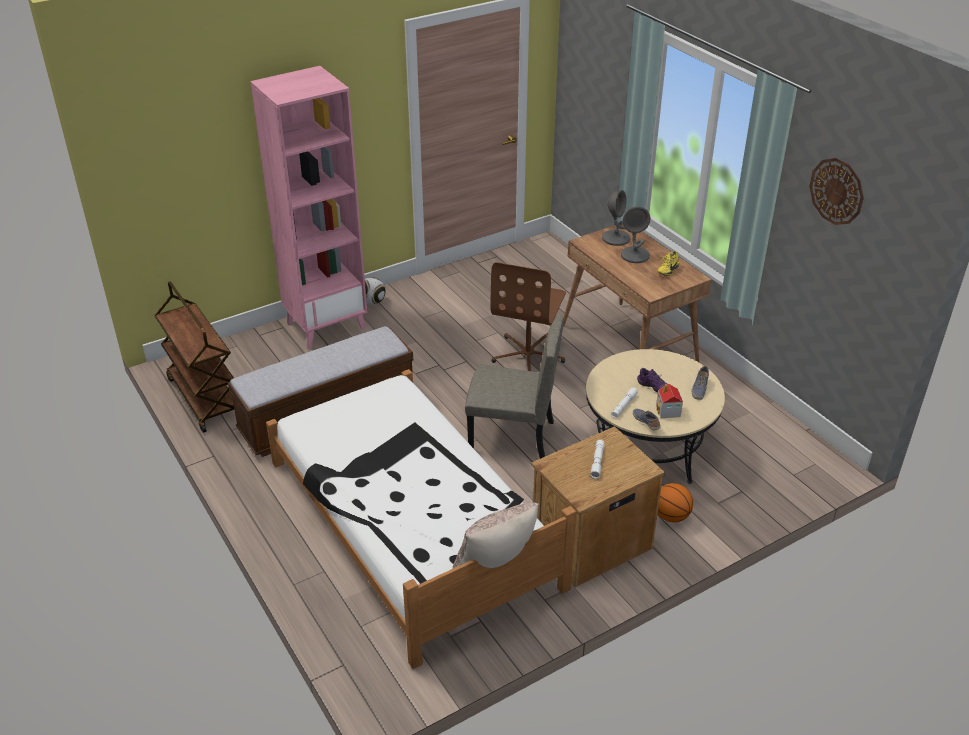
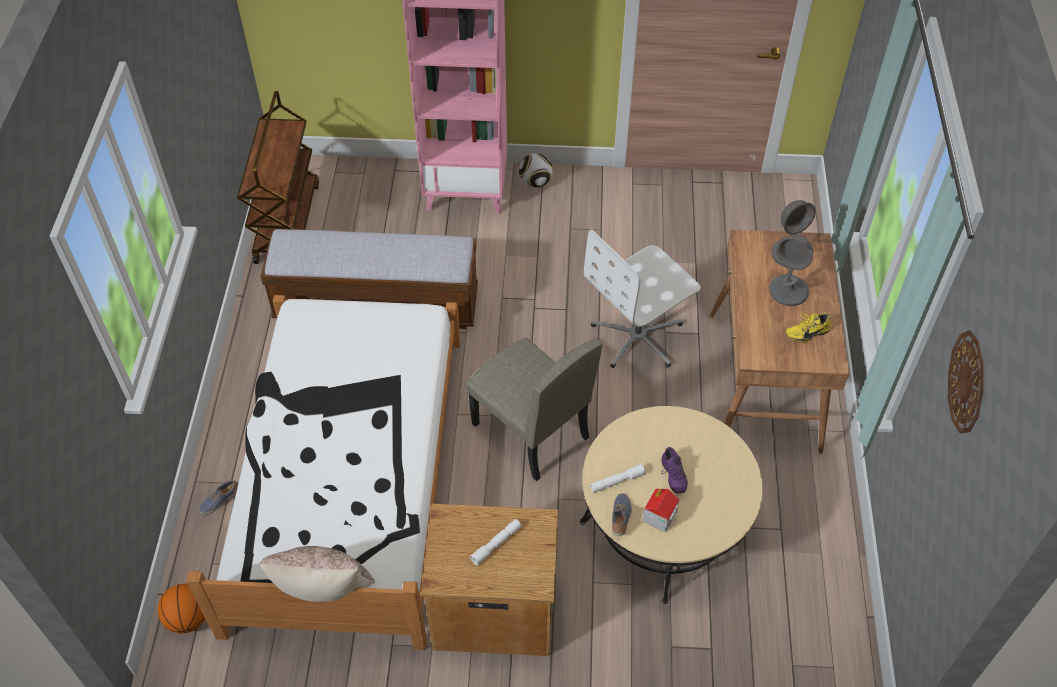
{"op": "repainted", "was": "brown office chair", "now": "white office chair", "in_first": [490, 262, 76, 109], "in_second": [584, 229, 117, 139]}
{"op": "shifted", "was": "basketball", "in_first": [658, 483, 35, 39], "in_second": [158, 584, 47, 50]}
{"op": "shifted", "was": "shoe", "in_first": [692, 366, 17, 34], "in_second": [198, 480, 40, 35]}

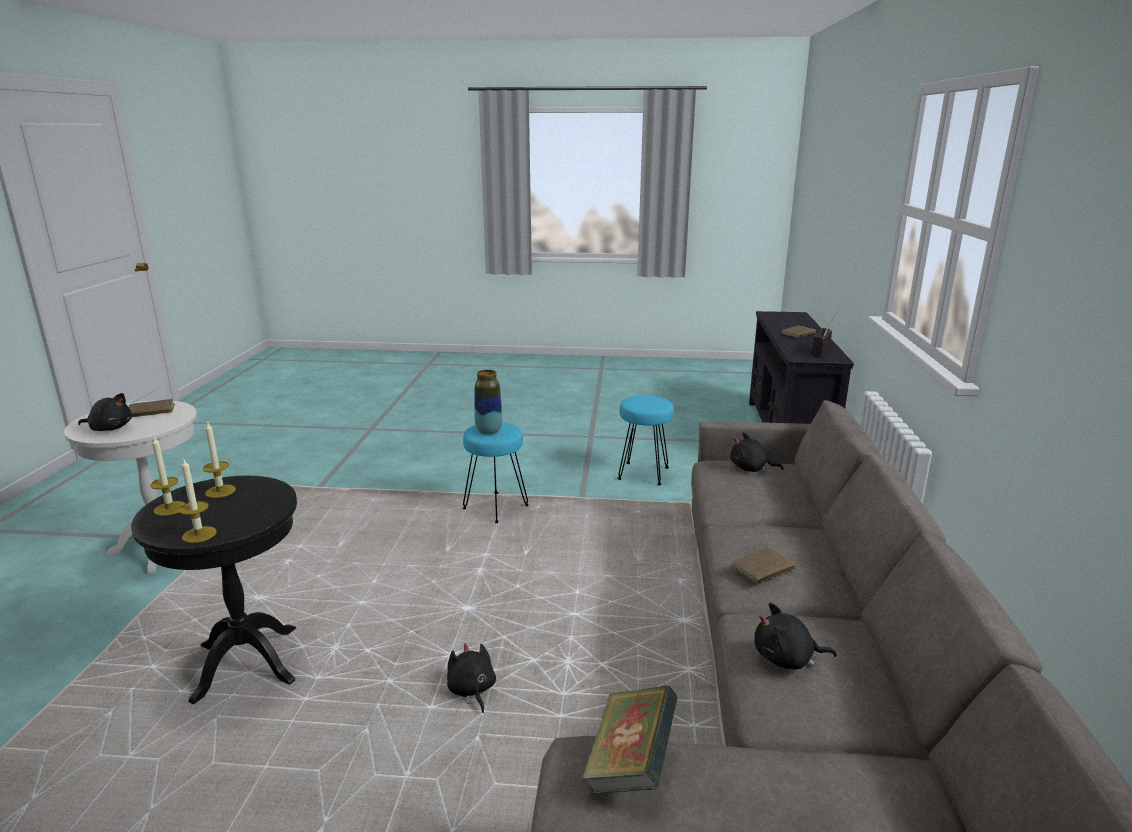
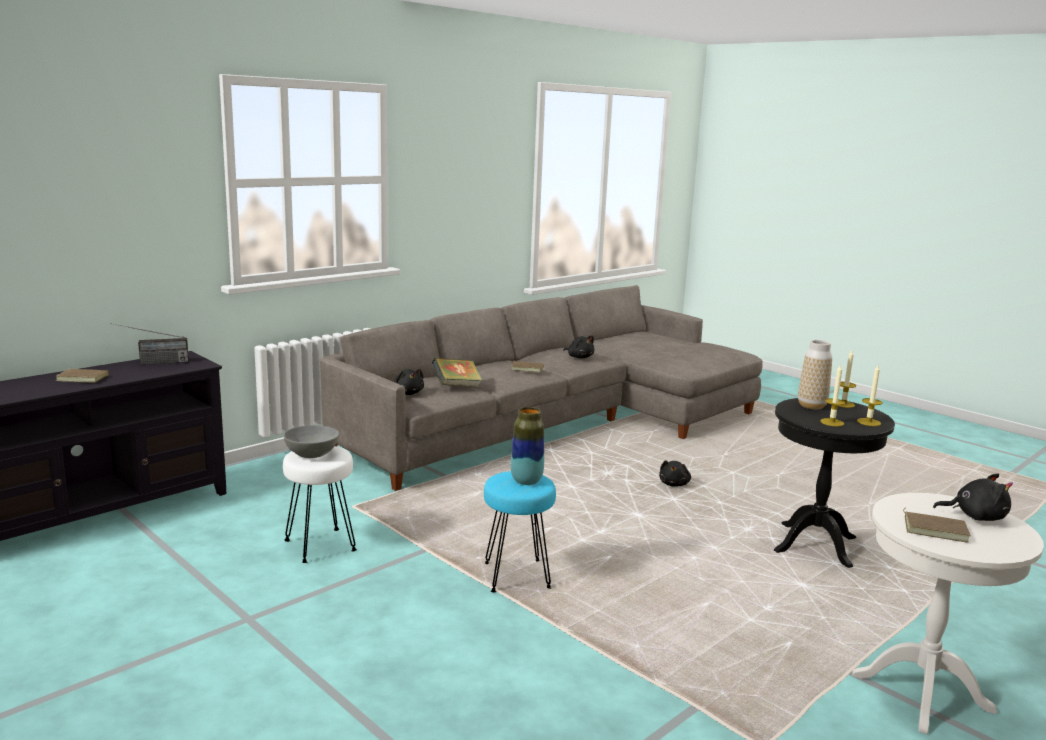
{"op": "rotated", "was": "black plush toy", "in_first": [78, 393, 54, 38], "in_second": [933, 474, 80, 47], "clockwise": 150}
{"op": "shifted", "was": "book", "in_first": [582, 685, 95, 109], "in_second": [432, 358, 51, 29]}
{"op": "repainted", "was": "turquoise stool", "now": "white stool", "in_first": [617, 395, 57, 90], "in_second": [283, 446, 74, 117]}
{"op": "new", "now": "grey bowl", "in_second": [284, 425, 55, 33]}
{"op": "new", "now": "vase", "in_second": [798, 340, 34, 69]}

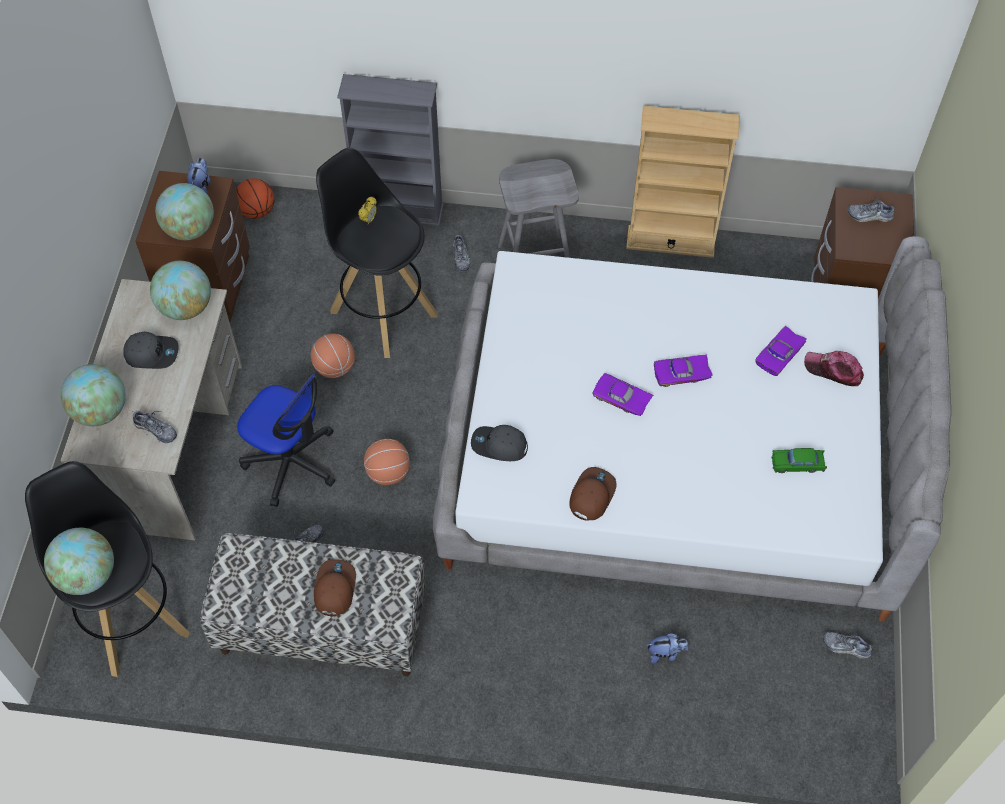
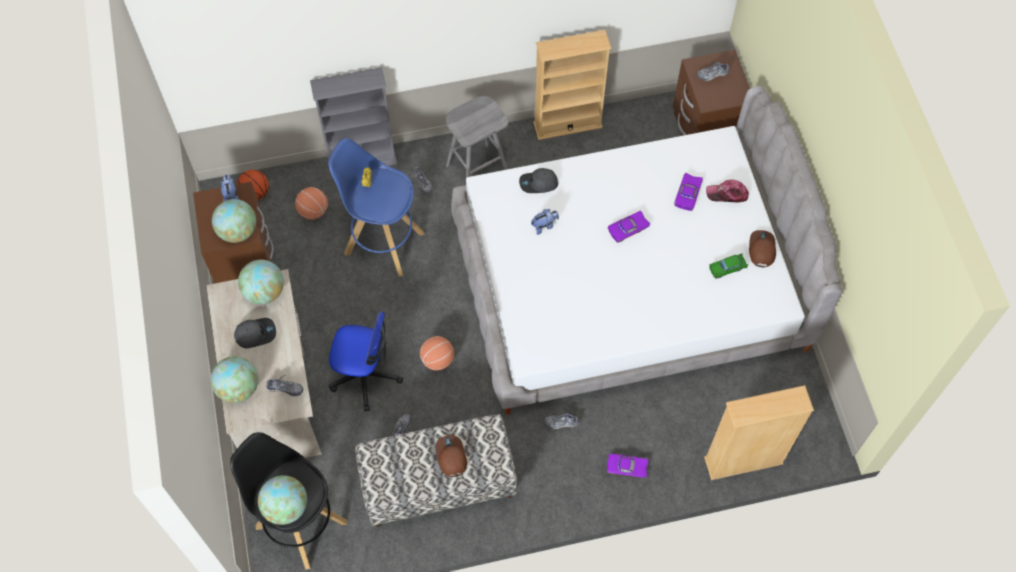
{"op": "shifted", "was": "basketball", "in_first": [311, 334, 44, 44], "in_second": [295, 187, 33, 33]}
{"op": "repainted", "was": "black stool", "now": "blue stool", "in_first": [316, 148, 122, 210], "in_second": [328, 138, 97, 139]}
{"op": "shifted", "was": "grey cap", "in_first": [471, 425, 57, 36], "in_second": [519, 168, 39, 25]}
{"op": "shifted", "was": "brown cap", "in_first": [570, 467, 47, 54], "in_second": [749, 230, 27, 37]}
{"op": "shifted", "was": "purple toy car", "in_first": [593, 373, 60, 43], "in_second": [607, 453, 42, 25]}
{"op": "shifted", "was": "plush toy", "in_first": [647, 633, 42, 31], "in_second": [531, 209, 28, 26]}
{"op": "shifted", "was": "shoe", "in_first": [823, 630, 51, 29], "in_second": [544, 411, 35, 18]}
{"op": "new", "now": "beige bookcase", "in_second": [704, 385, 110, 95]}

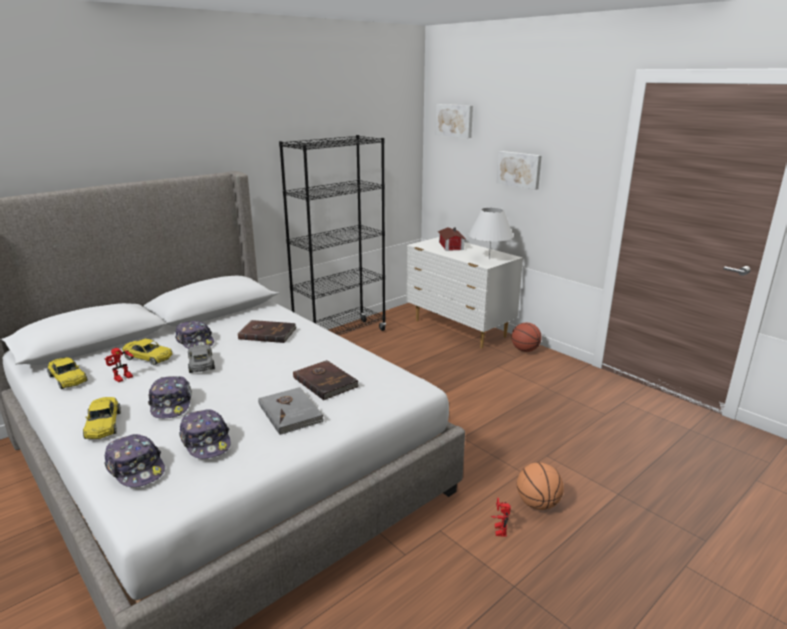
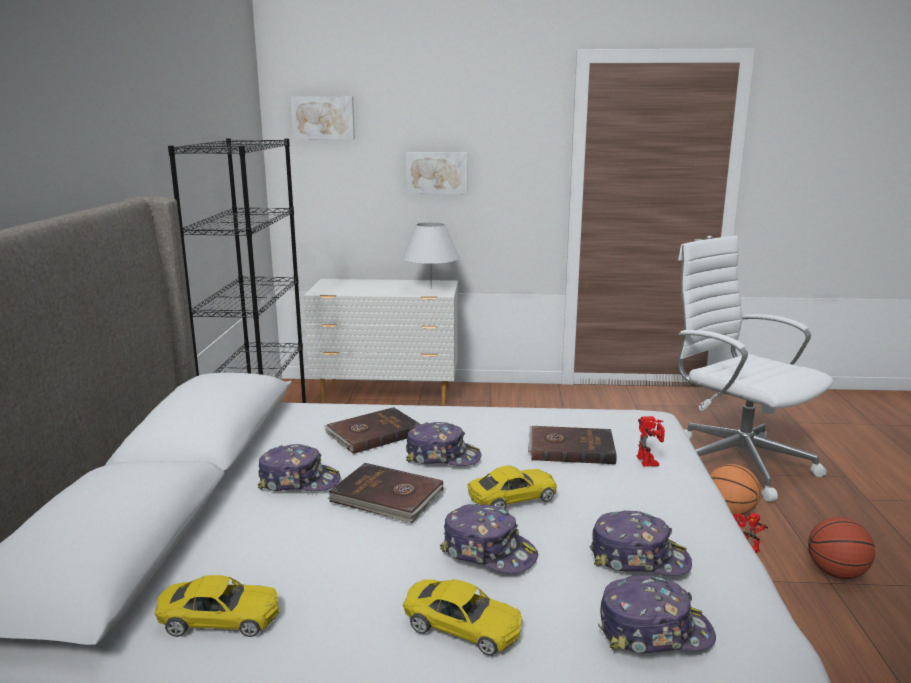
{"op": "shifted", "was": "toy robot", "in_first": [104, 348, 29, 34], "in_second": [637, 416, 28, 51]}
{"op": "shifted", "was": "yellow toy car", "in_first": [122, 339, 50, 26], "in_second": [467, 465, 90, 45]}
{"op": "swapped", "was": "grey toy car", "now": "brown book", "in_first": [188, 345, 27, 28], "in_second": [328, 463, 115, 60]}
{"op": "gone", "was": "grey book", "in_first": [258, 387, 66, 48]}
{"op": "gone", "was": "toy house", "in_first": [438, 227, 28, 24]}
{"op": "shifted", "was": "basketball", "in_first": [512, 323, 30, 29], "in_second": [808, 517, 67, 62]}
{"op": "new", "now": "cap", "in_second": [406, 422, 75, 44]}
{"op": "new", "now": "white office chair", "in_second": [678, 236, 155, 265]}

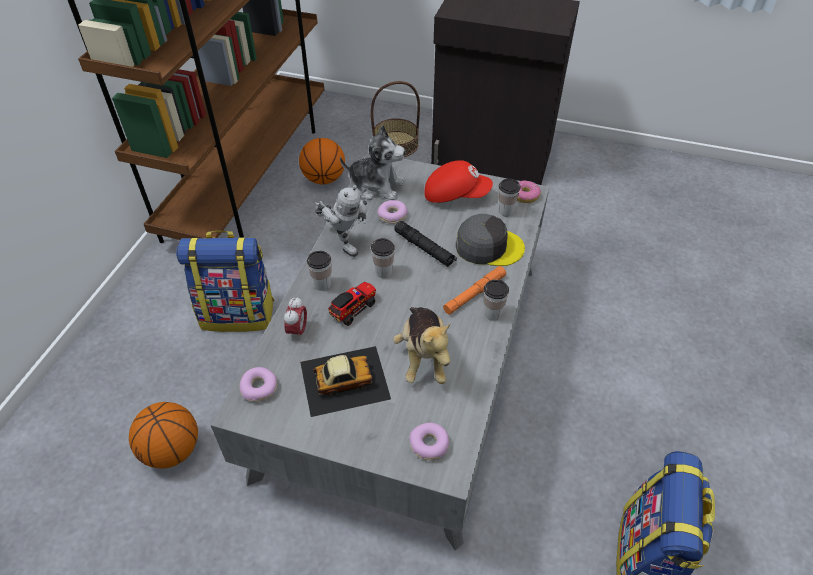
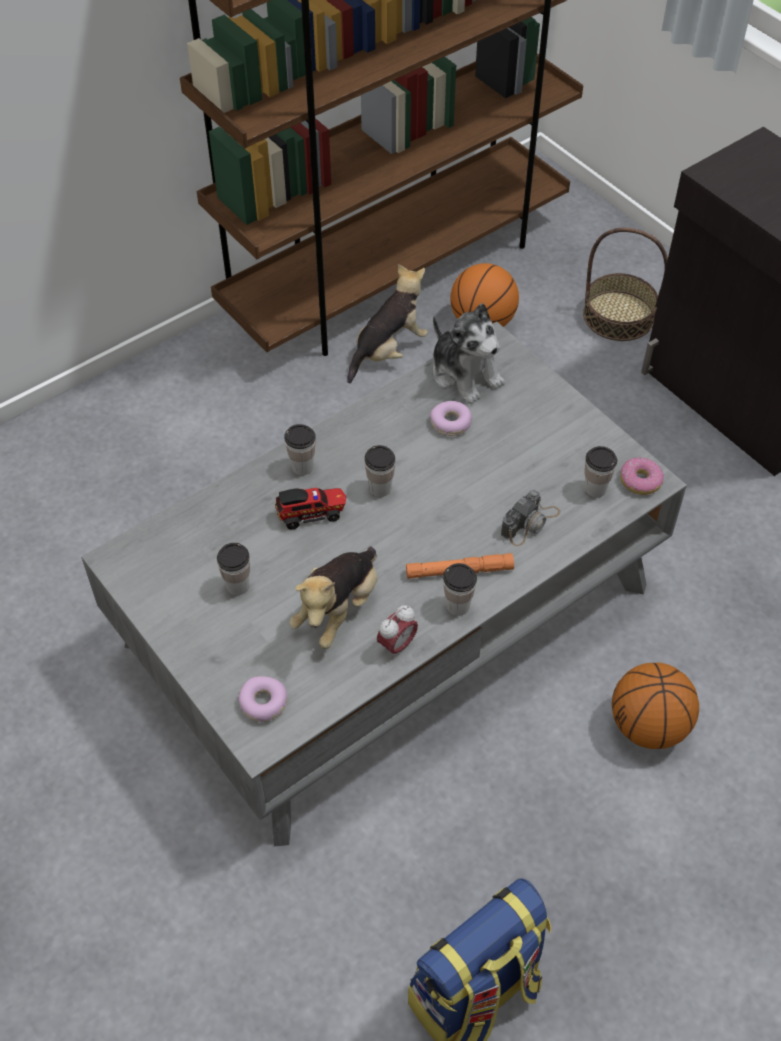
{"op": "shifted", "was": "basketball", "in_first": [129, 402, 69, 67], "in_second": [612, 662, 87, 87]}
{"op": "gone", "was": "backpack", "in_first": [176, 231, 98, 101]}
{"op": "gone", "was": "donut", "in_first": [240, 367, 37, 34]}
{"op": "shifted", "was": "alarm clock", "in_first": [284, 296, 23, 44], "in_second": [377, 605, 41, 54]}
{"op": "swapped", "was": "toy car", "now": "cup", "in_first": [300, 346, 91, 71], "in_second": [217, 543, 33, 53]}
{"op": "gone", "was": "toy robot", "in_first": [315, 185, 52, 72]}
{"op": "gone", "was": "black flashlight", "in_first": [394, 221, 63, 46]}
{"op": "gone", "was": "red cap", "in_first": [424, 160, 69, 43]}
{"op": "swapped", "was": "grey cap", "now": "photo camera", "in_first": [456, 214, 69, 52], "in_second": [501, 490, 59, 56]}
{"op": "new", "now": "plush toy", "in_second": [347, 264, 81, 120]}

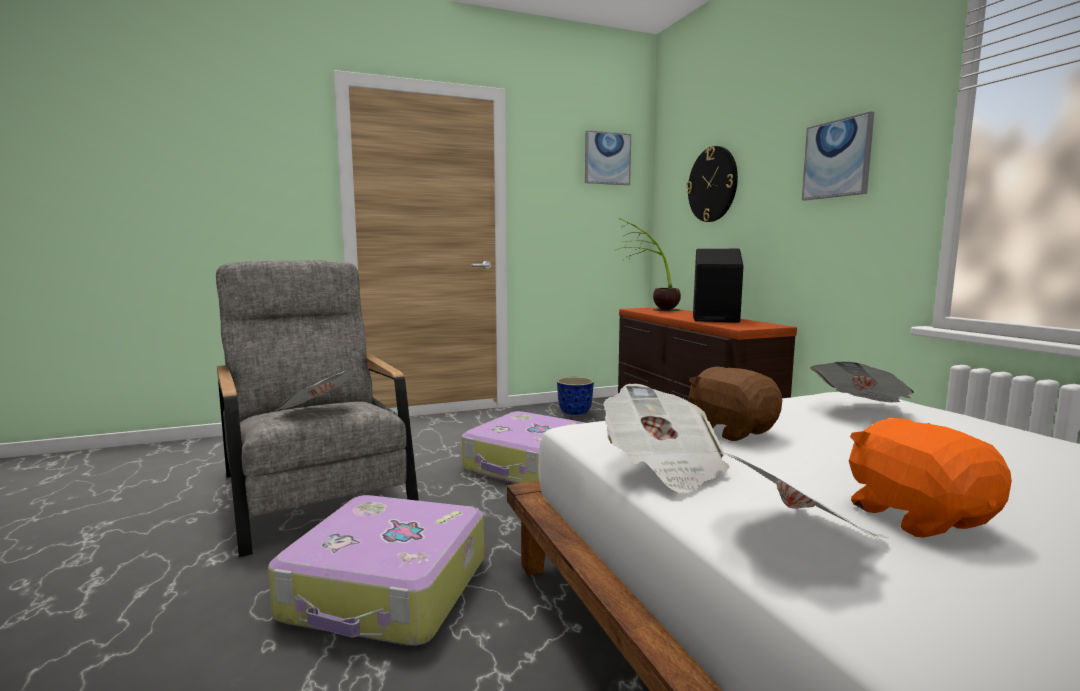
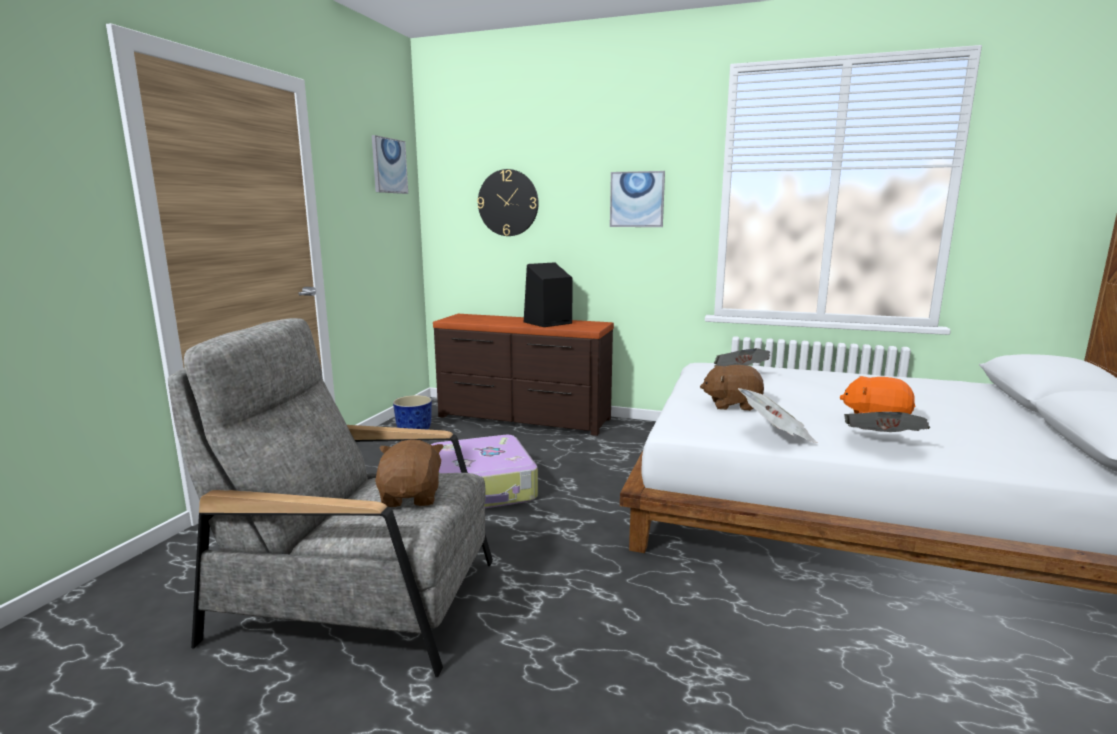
{"op": "gone", "was": "suitcase", "in_first": [268, 495, 216, 151]}
{"op": "swapped", "was": "newspaper", "now": "brown plush toy", "in_first": [274, 369, 83, 42], "in_second": [375, 439, 69, 68]}
{"op": "gone", "was": "potted plant", "in_first": [614, 218, 67, 93]}

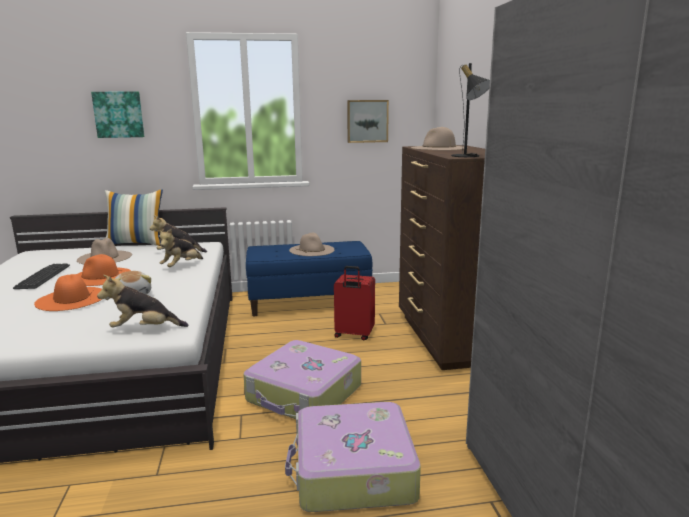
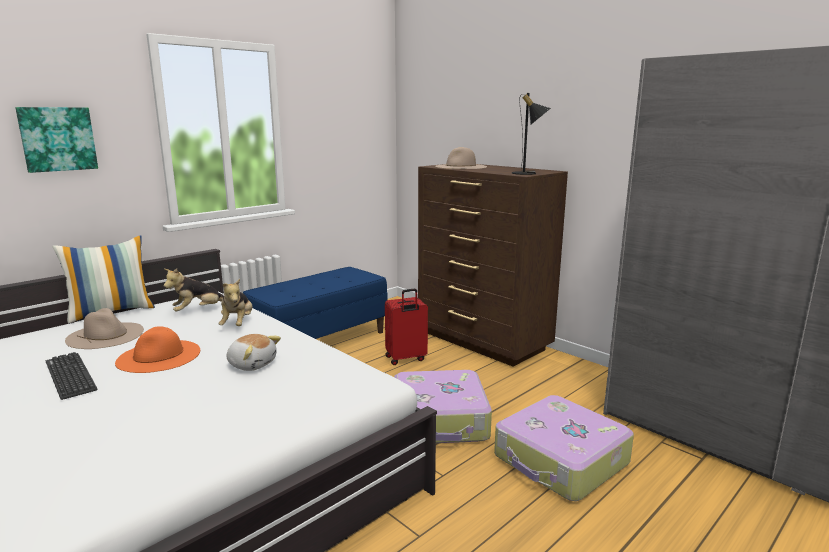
{"op": "gone", "was": "orange hat", "in_first": [34, 274, 68, 37]}
{"op": "gone", "was": "plush toy", "in_first": [97, 275, 91, 53]}
{"op": "gone", "was": "beige hat", "in_first": [289, 233, 45, 23]}
{"op": "gone", "was": "picture", "in_first": [347, 100, 42, 43]}

